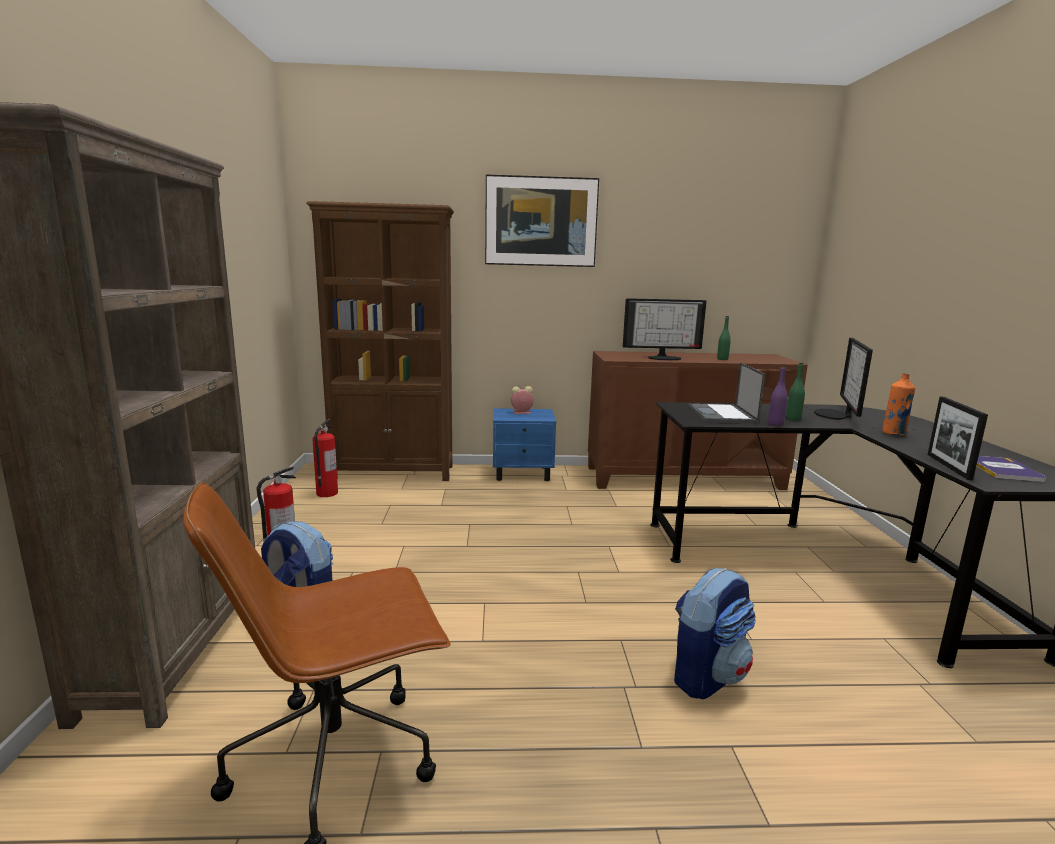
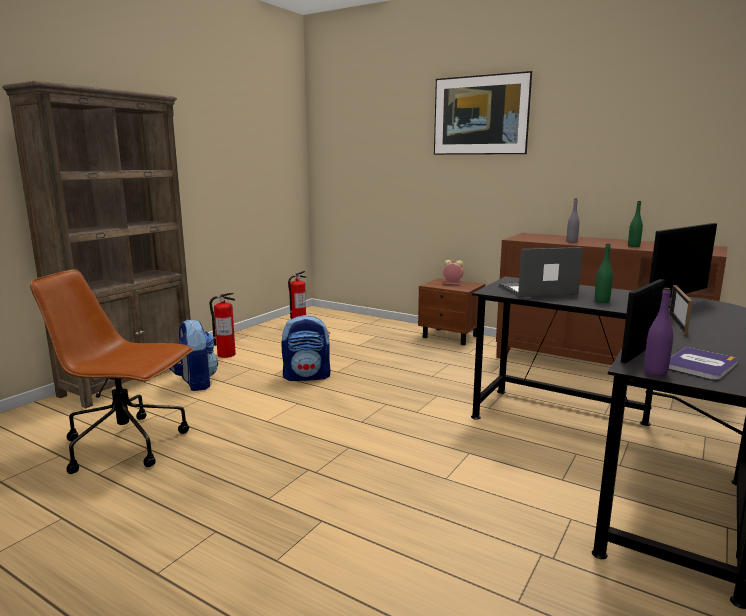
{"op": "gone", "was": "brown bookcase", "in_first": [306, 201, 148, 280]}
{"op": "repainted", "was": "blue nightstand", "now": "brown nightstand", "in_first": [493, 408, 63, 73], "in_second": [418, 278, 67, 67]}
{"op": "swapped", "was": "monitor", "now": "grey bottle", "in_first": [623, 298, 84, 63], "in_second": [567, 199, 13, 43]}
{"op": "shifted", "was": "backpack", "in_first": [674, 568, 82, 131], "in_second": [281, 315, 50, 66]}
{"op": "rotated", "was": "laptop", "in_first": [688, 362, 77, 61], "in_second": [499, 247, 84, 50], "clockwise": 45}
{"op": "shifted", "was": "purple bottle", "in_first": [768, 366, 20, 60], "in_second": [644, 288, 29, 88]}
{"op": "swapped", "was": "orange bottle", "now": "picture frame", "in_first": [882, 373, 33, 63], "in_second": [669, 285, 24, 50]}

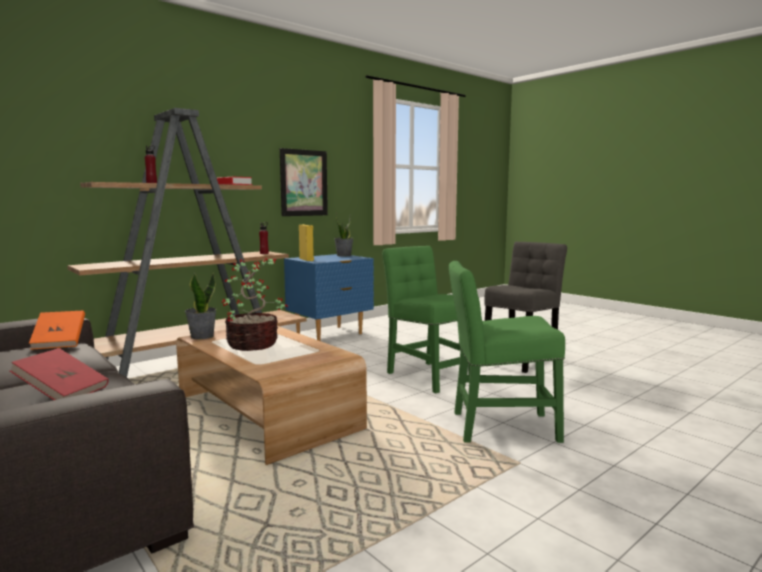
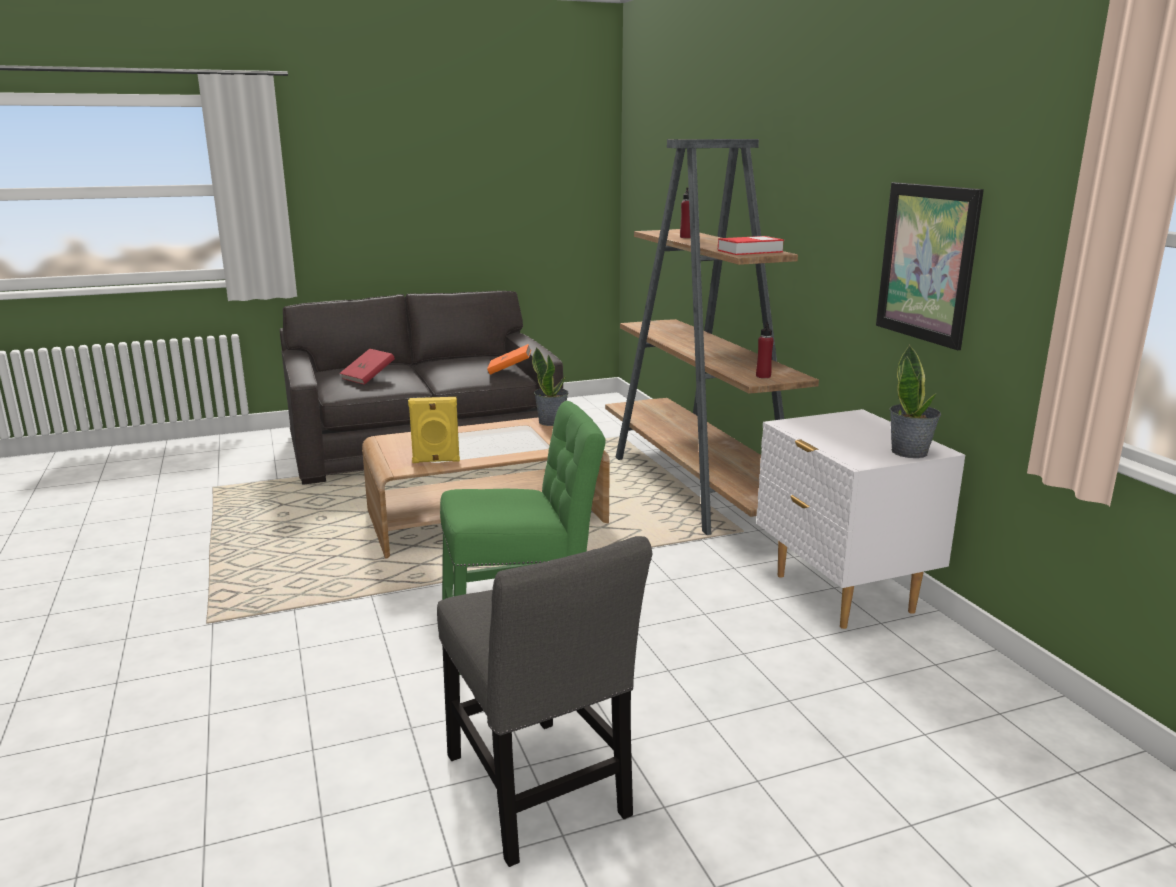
{"op": "gone", "was": "potted plant", "in_first": [222, 258, 66, 93]}
{"op": "repainted", "was": "blue nightstand", "now": "white nightstand", "in_first": [284, 254, 90, 87], "in_second": [756, 409, 209, 220]}
{"op": "shifted", "was": "yellow speaker", "in_first": [299, 224, 15, 37], "in_second": [408, 397, 52, 66]}
{"op": "gone", "was": "green chair", "in_first": [449, 261, 116, 182]}

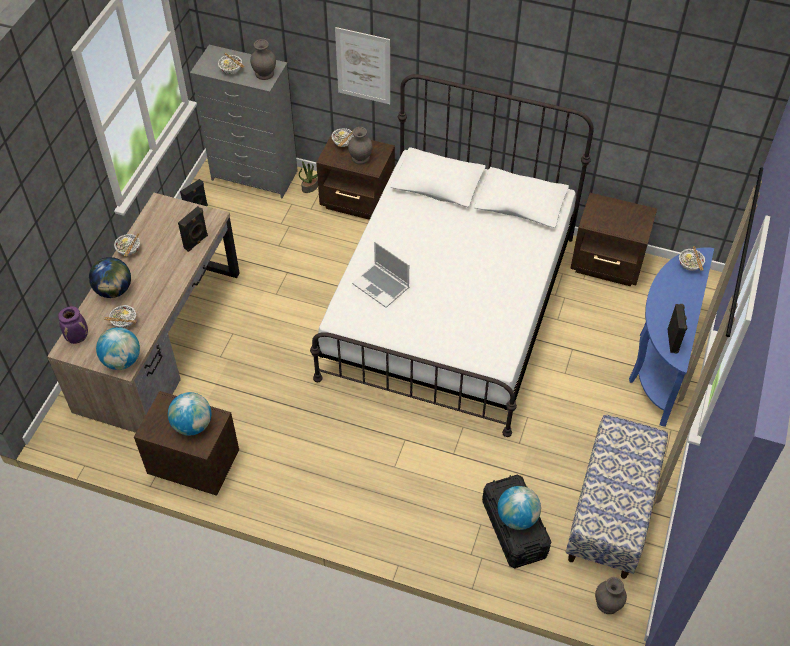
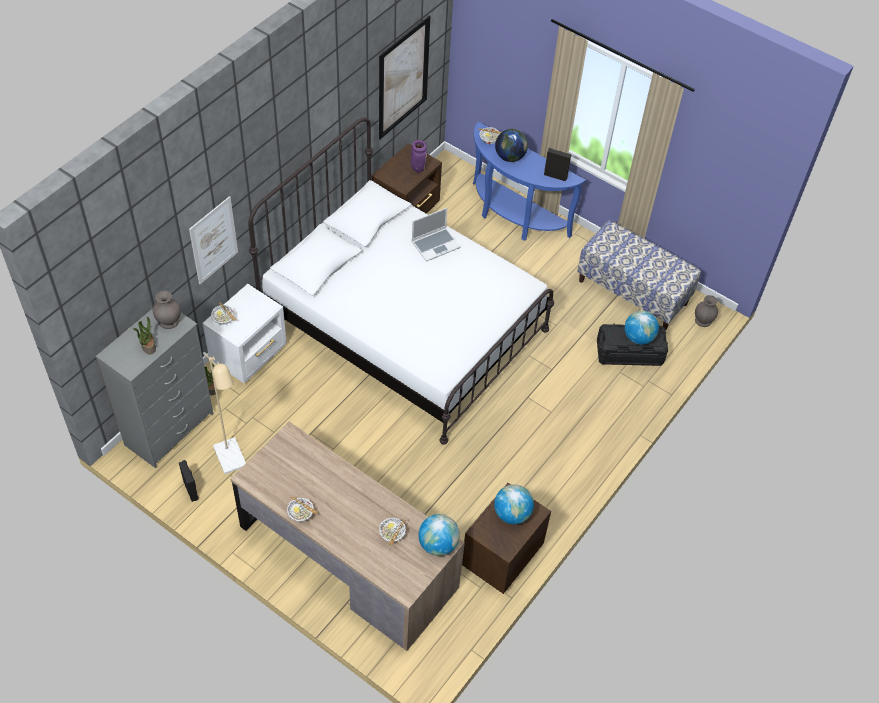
{"op": "shifted", "was": "purple vase", "in_first": [58, 306, 30, 38], "in_second": [411, 140, 16, 32]}
{"op": "shifted", "was": "globe", "in_first": [89, 257, 42, 41], "in_second": [495, 129, 33, 33]}
{"op": "gone", "was": "black speaker", "in_first": [178, 206, 30, 46]}
{"op": "swapped", "was": "bowl", "now": "potted plant", "in_first": [218, 53, 27, 21], "in_second": [133, 317, 23, 38]}
{"op": "repainted", "was": "brown nightstand", "now": "white nightstand", "in_first": [316, 131, 79, 89], "in_second": [203, 284, 84, 99]}
{"op": "gone", "was": "grey vase", "in_first": [348, 127, 25, 37]}
{"op": "shifted", "was": "laptop", "in_first": [352, 241, 57, 67], "in_second": [411, 208, 49, 54]}
{"op": "new", "now": "beige floor lamp", "in_second": [203, 352, 43, 122]}
{"op": "new", "now": "picture", "in_second": [379, 15, 51, 124]}

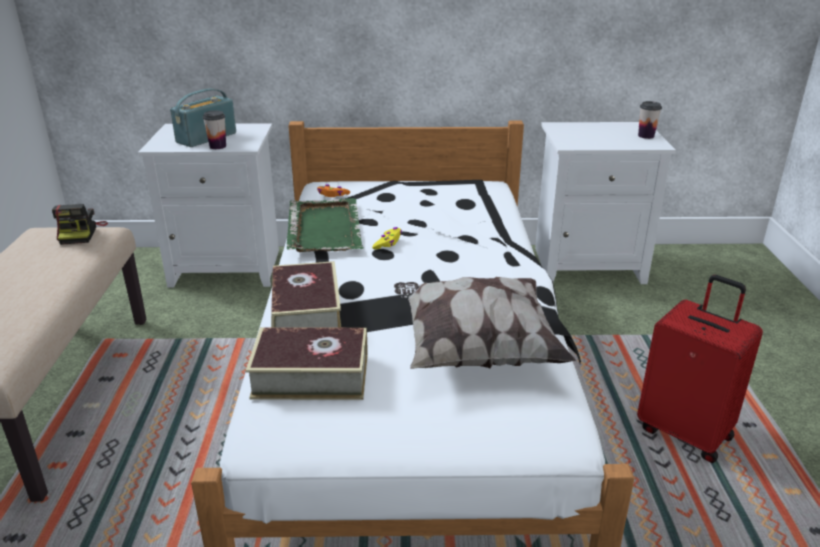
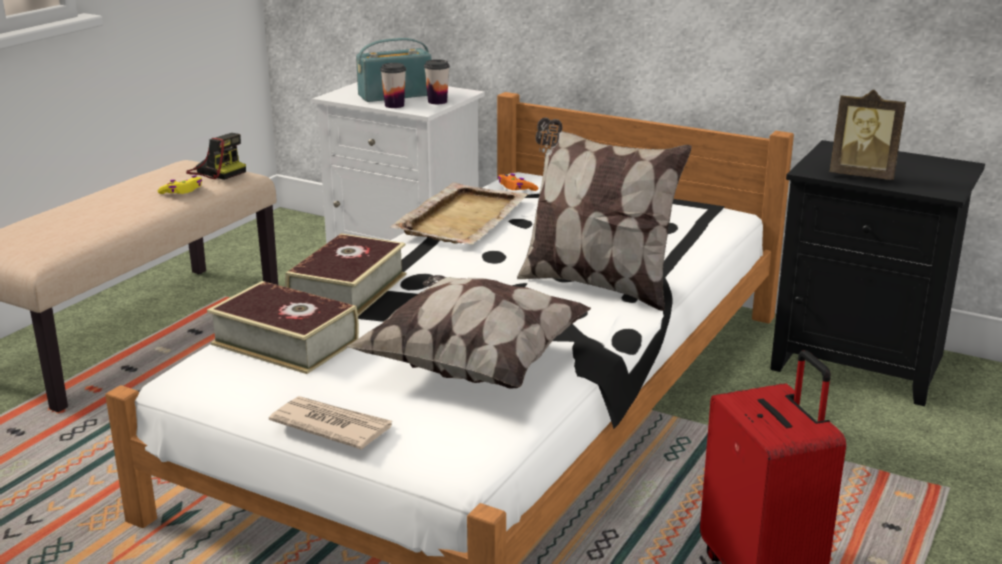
{"op": "rotated", "was": "photo camera", "in_first": [52, 204, 56, 41], "in_second": [186, 133, 60, 47], "clockwise": -75}
{"op": "repainted", "was": "green tray", "now": "beige tray", "in_first": [286, 198, 78, 54], "in_second": [390, 183, 138, 62]}
{"op": "shifted", "was": "yellow game controller", "in_first": [372, 227, 30, 22], "in_second": [158, 175, 44, 19]}
{"op": "repainted", "was": "white nightstand", "now": "black nightstand", "in_first": [535, 122, 141, 162], "in_second": [770, 140, 215, 266]}
{"op": "shifted", "was": "cup", "in_first": [638, 101, 24, 38], "in_second": [424, 59, 26, 45]}
{"op": "new", "now": "newspaper", "in_second": [269, 396, 123, 54]}
{"op": "new", "now": "pillow", "in_second": [517, 118, 175, 193]}
{"op": "new", "now": "picture frame", "in_second": [830, 90, 76, 90]}

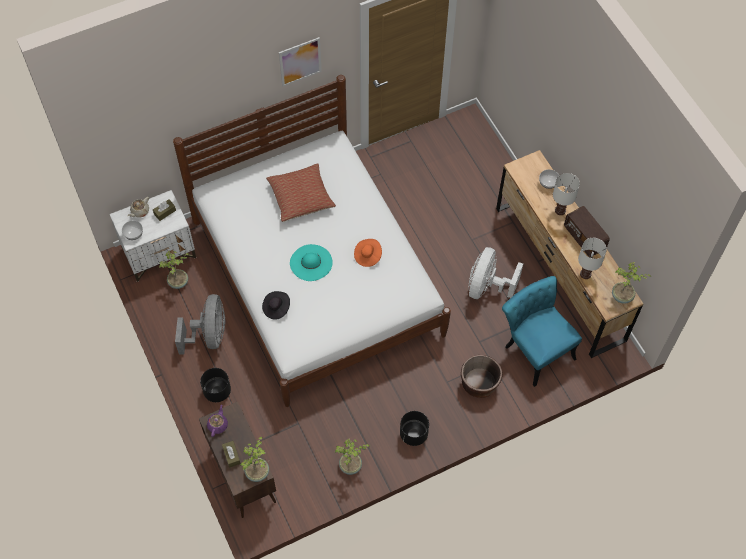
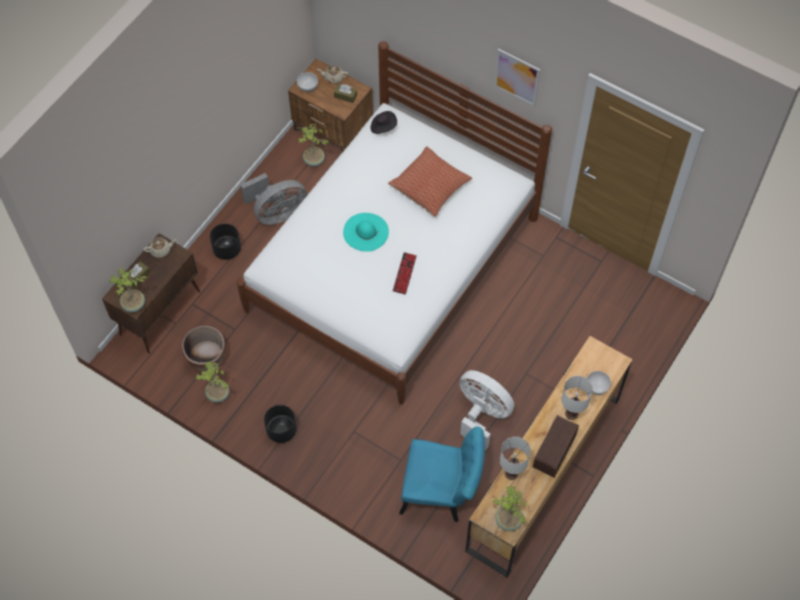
{"op": "repainted", "was": "white nightstand", "now": "brown nightstand", "in_first": [110, 190, 86, 92], "in_second": [288, 59, 85, 92]}
{"op": "repainted", "was": "purple teapot", "now": "beige teapot", "in_first": [207, 405, 21, 32], "in_second": [143, 237, 33, 21]}
{"op": "shifted", "was": "black hat", "in_first": [262, 291, 28, 29], "in_second": [371, 111, 26, 23]}
{"op": "swapped", "was": "orange hat", "now": "keyboard", "in_first": [354, 239, 28, 28], "in_second": [393, 252, 24, 43]}
{"op": "shifted", "was": "brown planter", "in_first": [461, 355, 42, 43], "in_second": [182, 326, 44, 46]}
{"op": "rotated", "was": "white fan", "in_first": [469, 247, 54, 52], "in_second": [459, 370, 55, 81], "clockwise": 45}
{"op": "rotated", "was": "turquoise chair", "in_first": [502, 276, 80, 111], "in_second": [399, 427, 86, 95], "clockwise": 75}

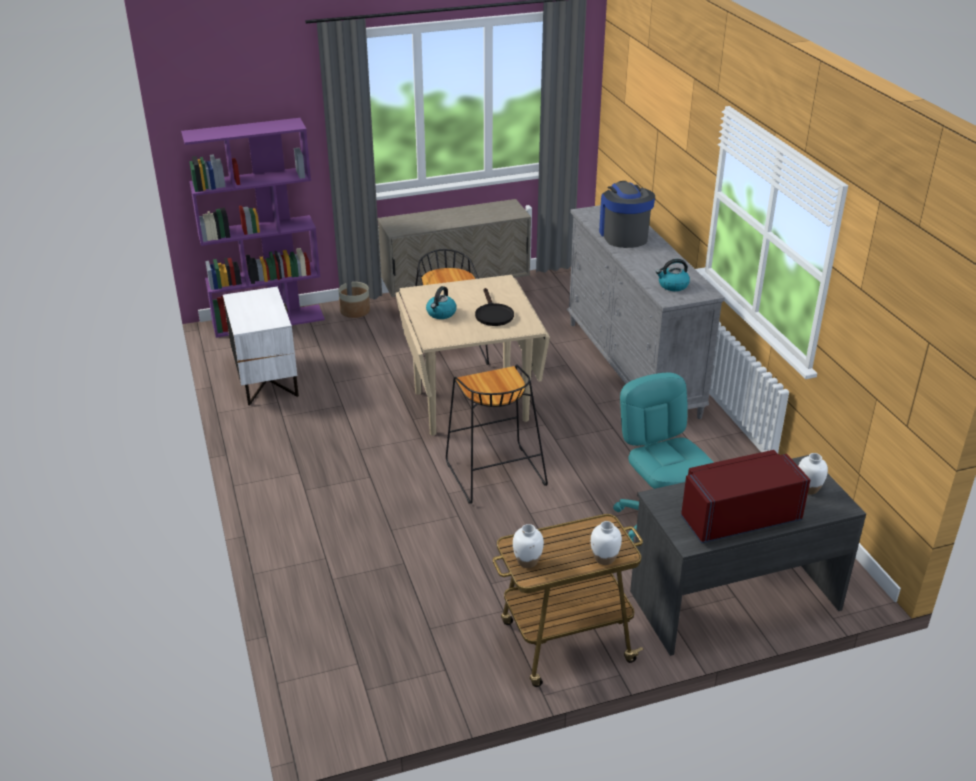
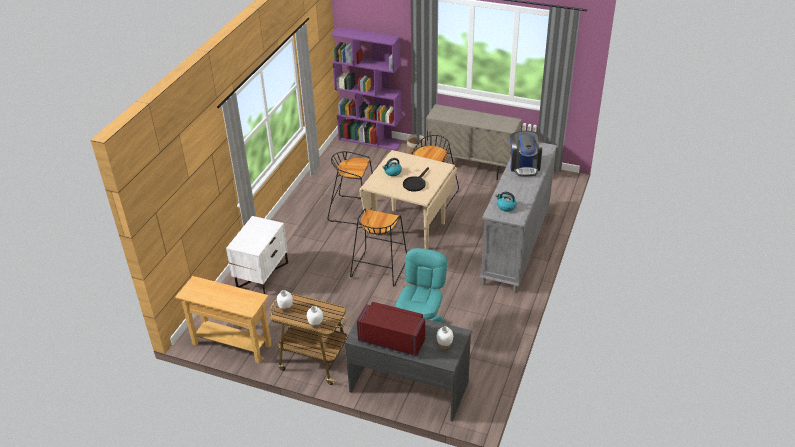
{"op": "shifted", "was": "white nightstand", "in_first": [223, 286, 76, 119], "in_second": [226, 216, 62, 78]}
{"op": "rotated", "was": "coffee machine", "in_first": [599, 181, 56, 67], "in_second": [510, 131, 32, 45], "clockwise": 150}
{"op": "new", "now": "beige console table", "in_second": [175, 276, 97, 88]}
{"op": "new", "now": "black stool", "in_second": [327, 151, 46, 74]}

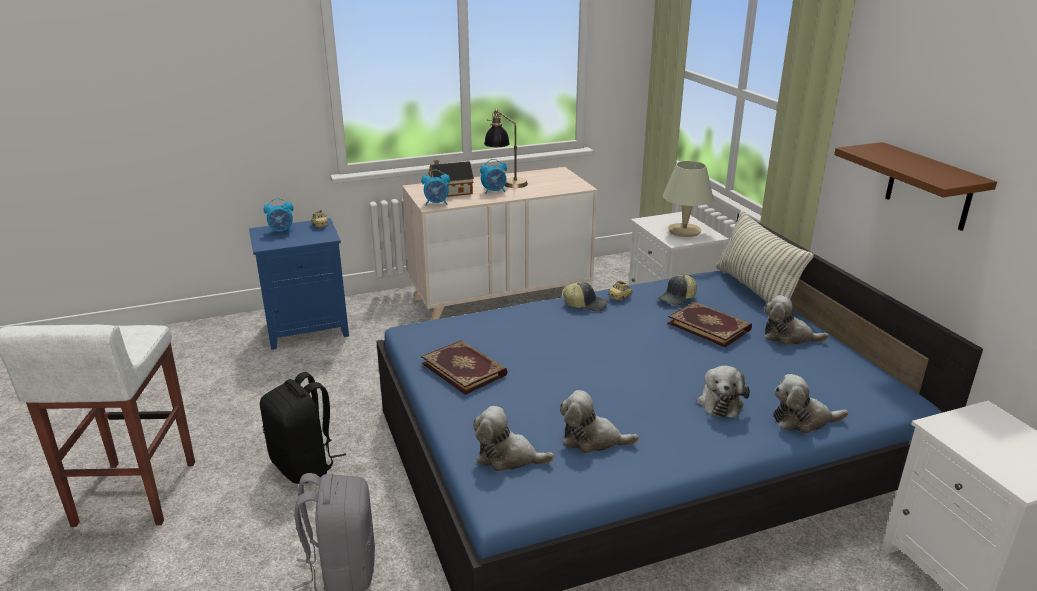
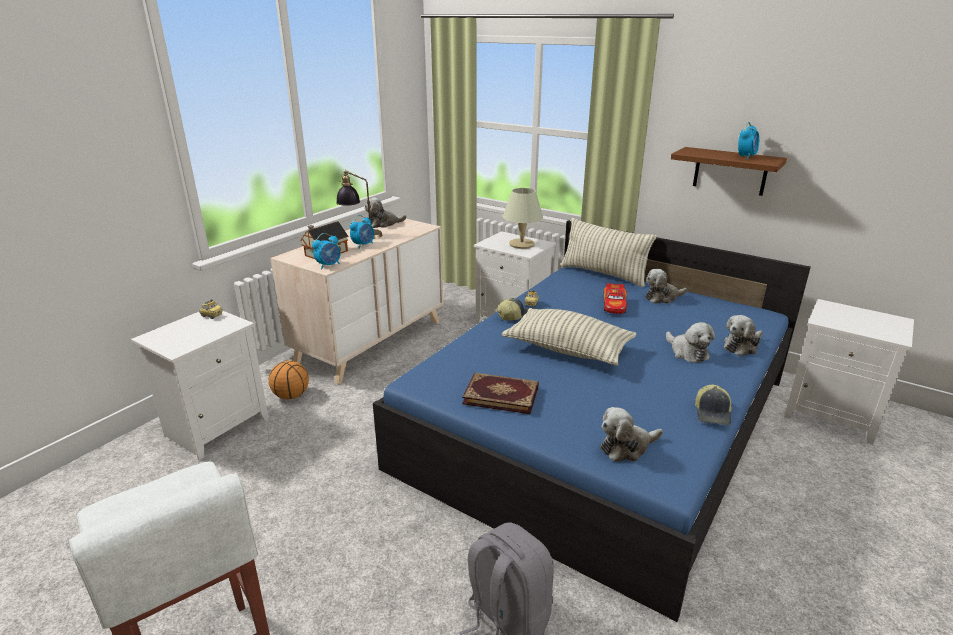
{"op": "repainted", "was": "blue nightstand", "now": "white nightstand", "in_first": [249, 218, 100, 132], "in_second": [131, 311, 138, 149]}
{"op": "gone", "was": "black backpack", "in_first": [260, 372, 86, 112]}
{"op": "shifted", "was": "alarm clock", "in_first": [264, 198, 30, 37], "in_second": [738, 122, 21, 38]}
{"op": "shifted", "was": "plush toy", "in_first": [560, 390, 79, 63], "in_second": [364, 197, 43, 31]}
{"op": "shifted", "was": "cap", "in_first": [658, 275, 39, 31], "in_second": [695, 385, 36, 40]}
{"op": "swapped", "was": "book", "now": "toy car", "in_first": [668, 302, 84, 45], "in_second": [603, 283, 24, 31]}
{"op": "new", "now": "basketball", "in_second": [269, 361, 40, 38]}
{"op": "new", "now": "pillow", "in_second": [502, 308, 134, 58]}

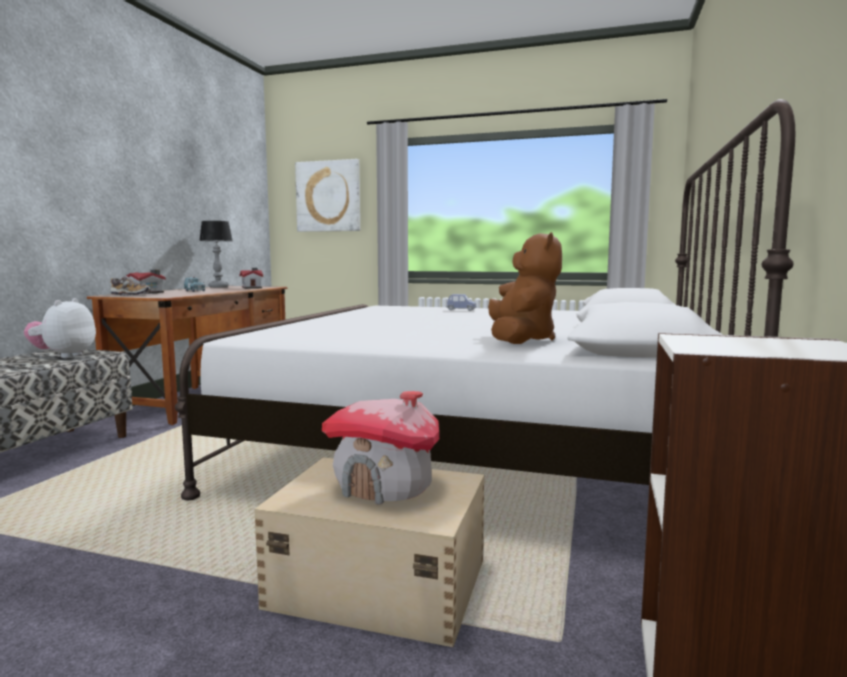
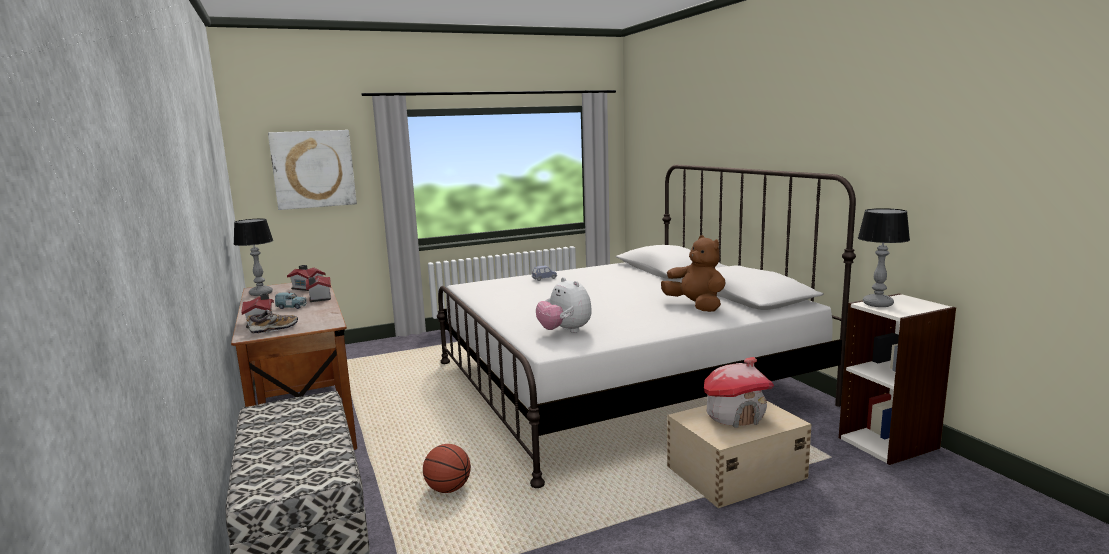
{"op": "shifted", "was": "plush toy", "in_first": [24, 298, 72, 60], "in_second": [536, 277, 56, 56]}
{"op": "new", "now": "toy house", "in_second": [306, 275, 25, 27]}
{"op": "new", "now": "basketball", "in_second": [423, 444, 48, 49]}
{"op": "new", "now": "table lamp", "in_second": [858, 208, 52, 99]}

